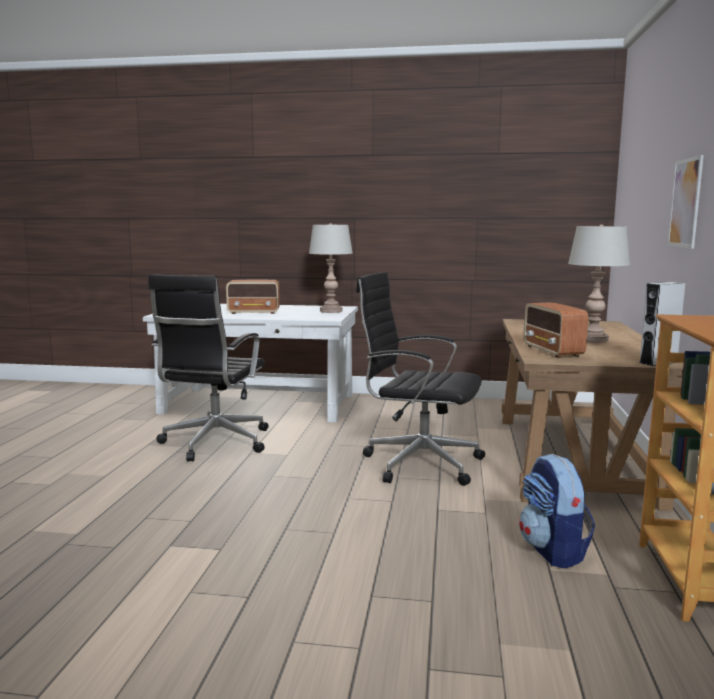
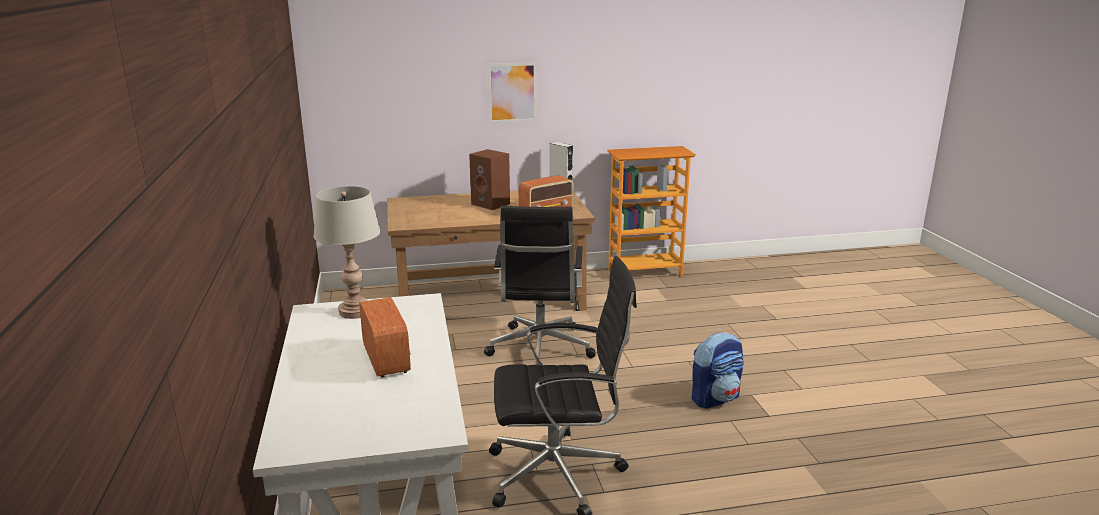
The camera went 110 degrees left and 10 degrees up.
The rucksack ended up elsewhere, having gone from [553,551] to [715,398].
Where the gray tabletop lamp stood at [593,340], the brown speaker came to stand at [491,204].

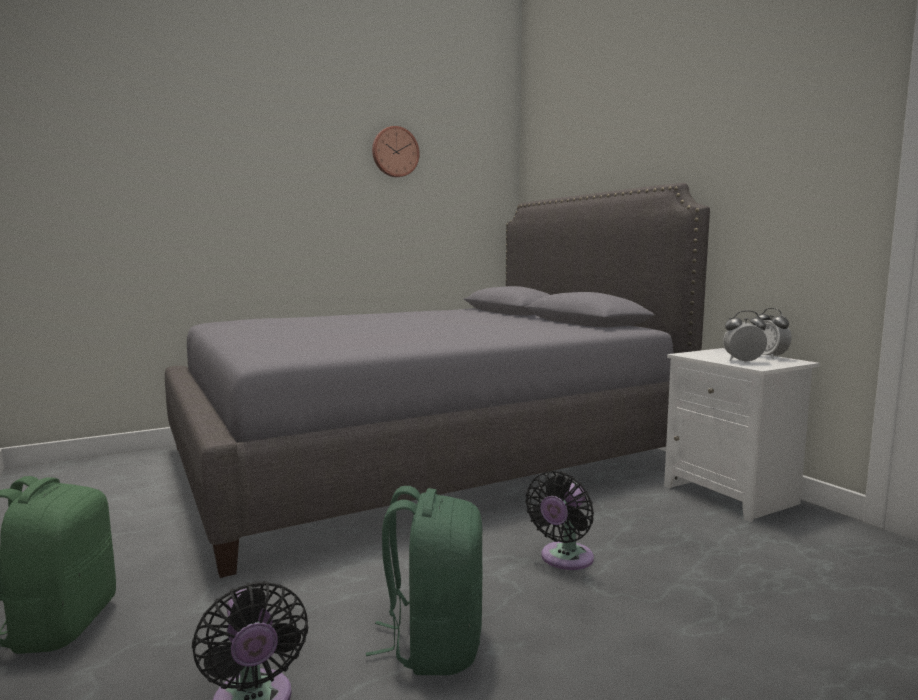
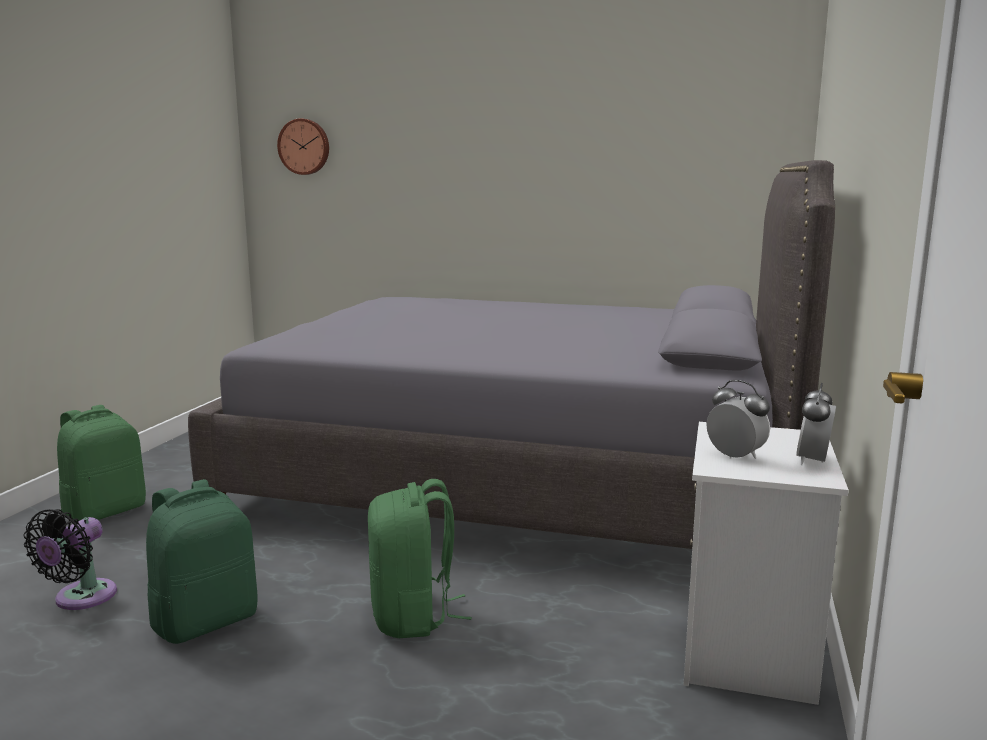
The camera went 45 degrees right and 5 degrees up.
The wall clock ended up elsewhere, having gone from [395,152] to [304,147].
Where the black fan stood at [564,559], the greenish rucksack came to stand at [413,616].

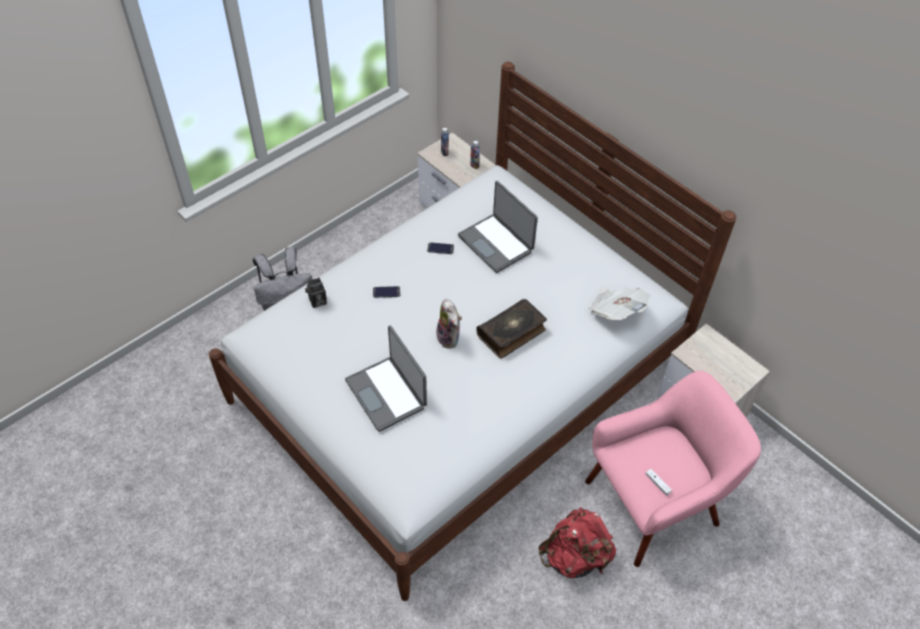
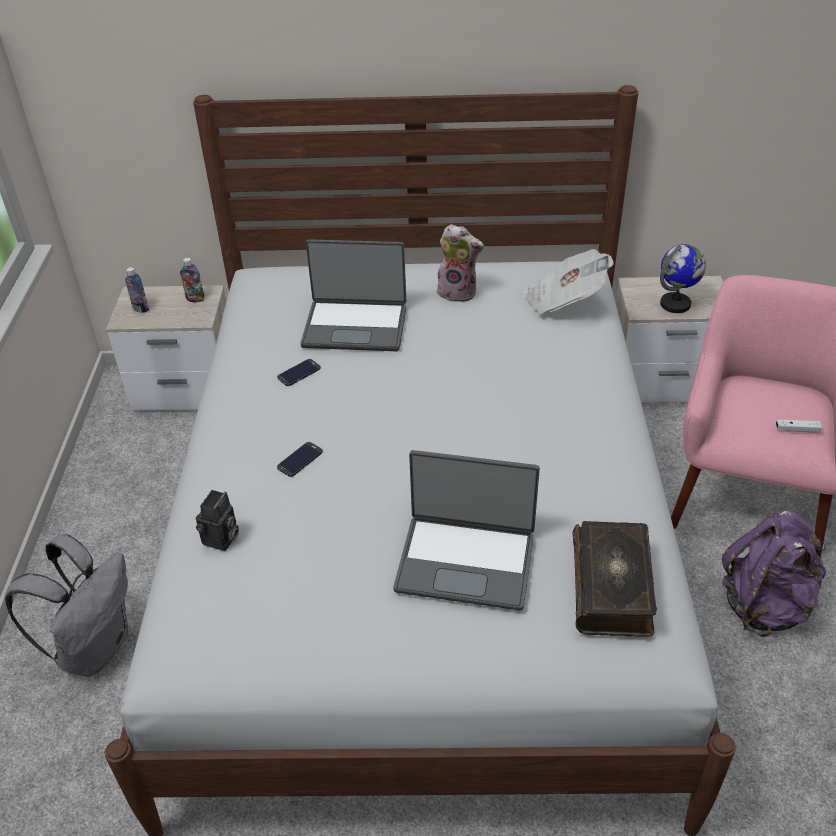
The camera went 45 degrees left and 10 degrees down.
The second view gained the world globe at [675,304].
The cuddly toy ended up elsewhere, having gone from [450,338] to [458,292].
The bound book ended up elsewhere, having gone from [512,333] to [612,588].
What was the reddish rucksack at [575,557] turned into the purple rucksack at [765,604].

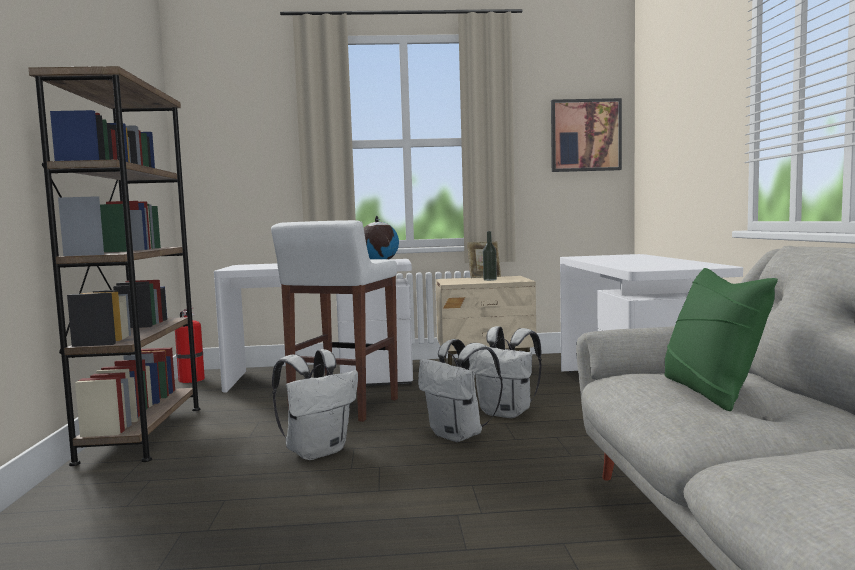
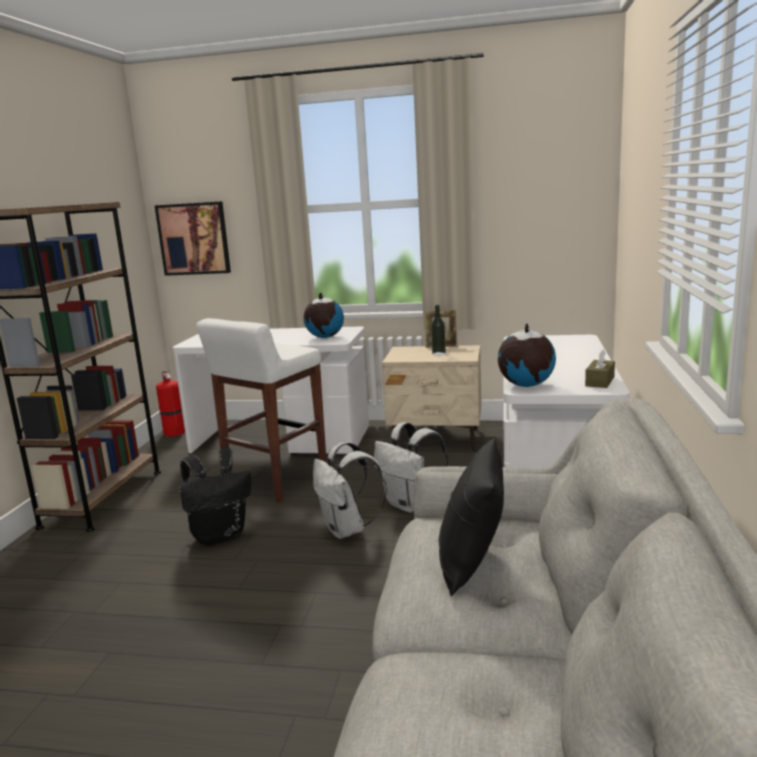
The camera went 15 degrees right and 10 degrees up.
The second view gained the world globe at [526,385].
The second view gained the brown tissue holder at [600,381].
The wall art ended up elsewhere, having gone from [585,135] to [194,238].
What was the whitish rucksack at [317,451] turned into the black rucksack at [220,535].
What was the greenish cushion at [711,391] turned into the black cushion at [472,562].

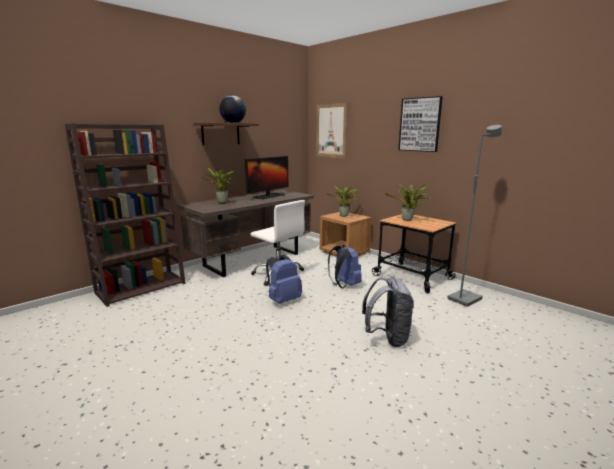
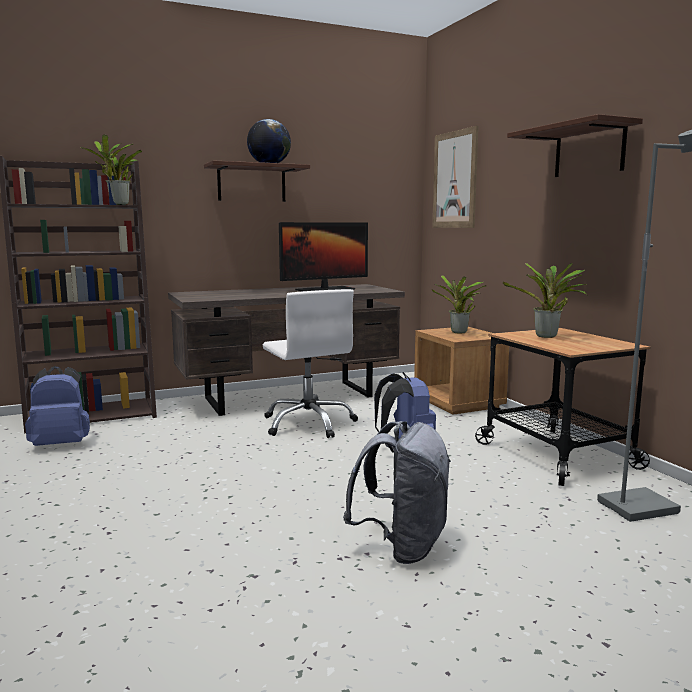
The camera went 20 degrees right and 5 degrees down.
The houseplant ended up elsewhere, having gone from [222,202] to [118,205].
The bluish rucksack ended up elsewhere, having gone from [283,300] to [61,444].
Where the wall art hung at [420,124], the wall shelf came to hang at [589,151].

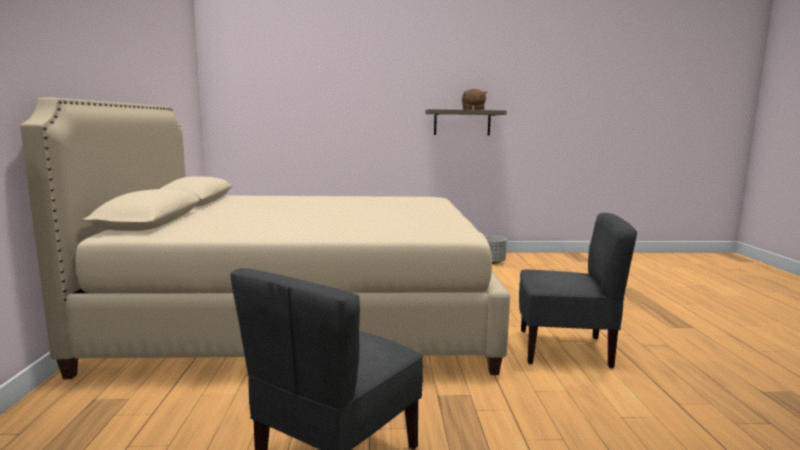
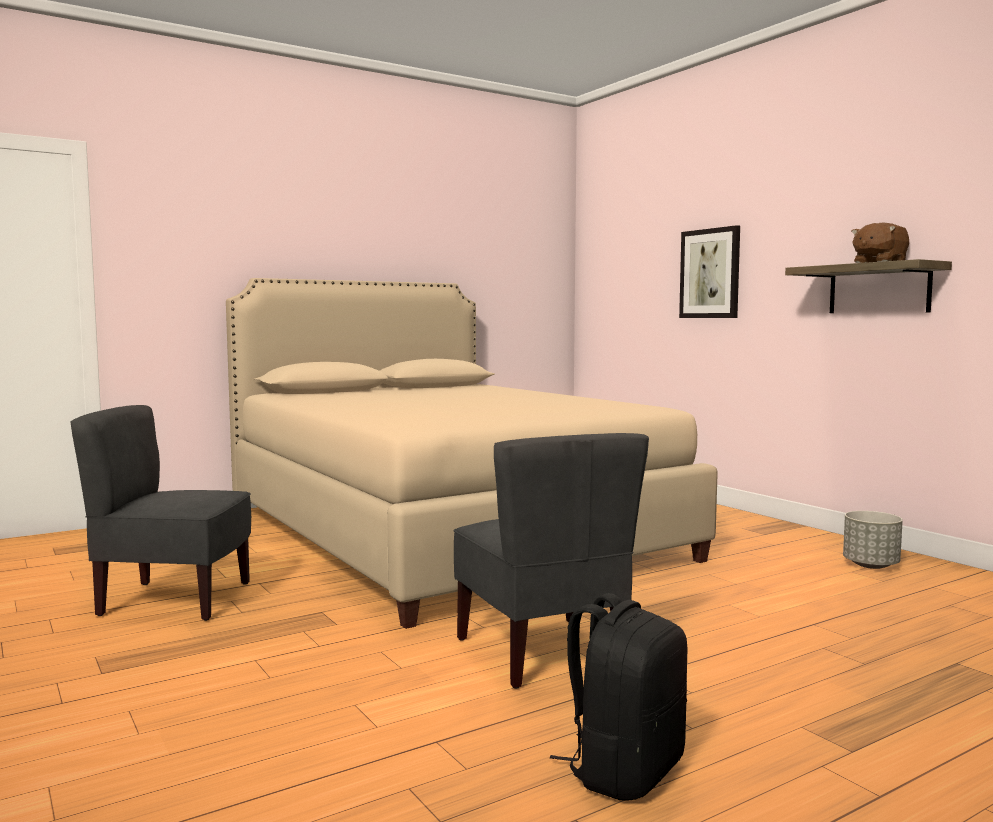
The camera went 60 degrees right and 5 degrees down.
The second view gained the black rucksack at [624,771].
The second view gained the wall art at [710,273].

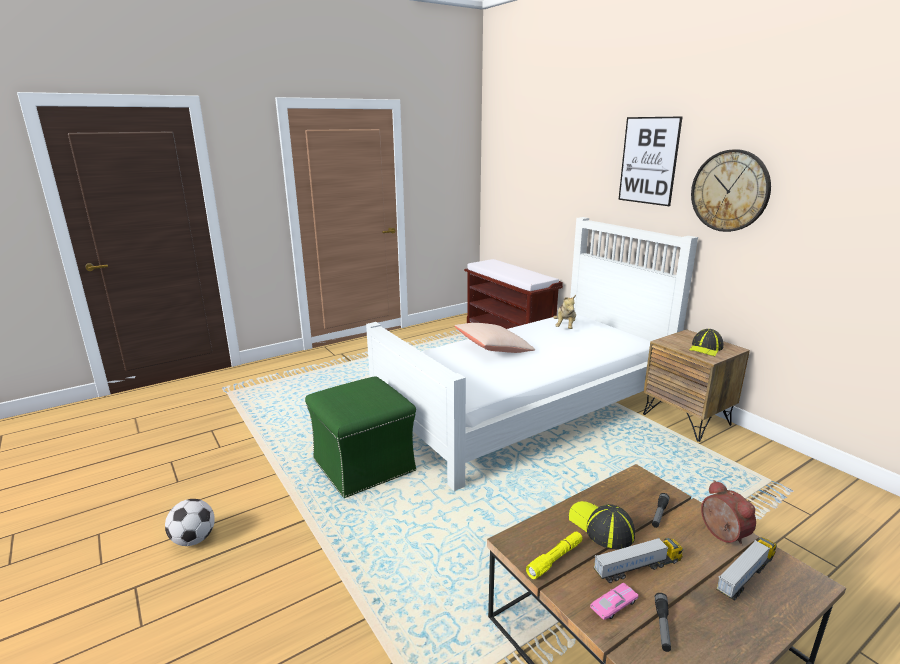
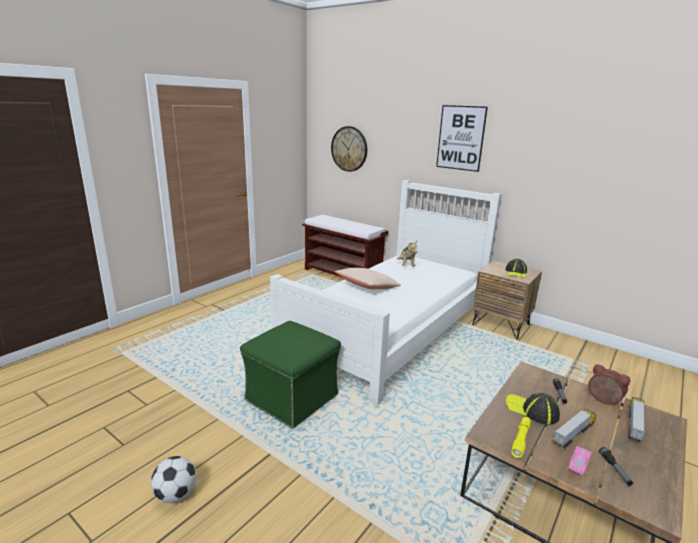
The camera went 20 degrees left and 0 degrees up.
The wall clock ended up elsewhere, having gone from [730,191] to [349,149].

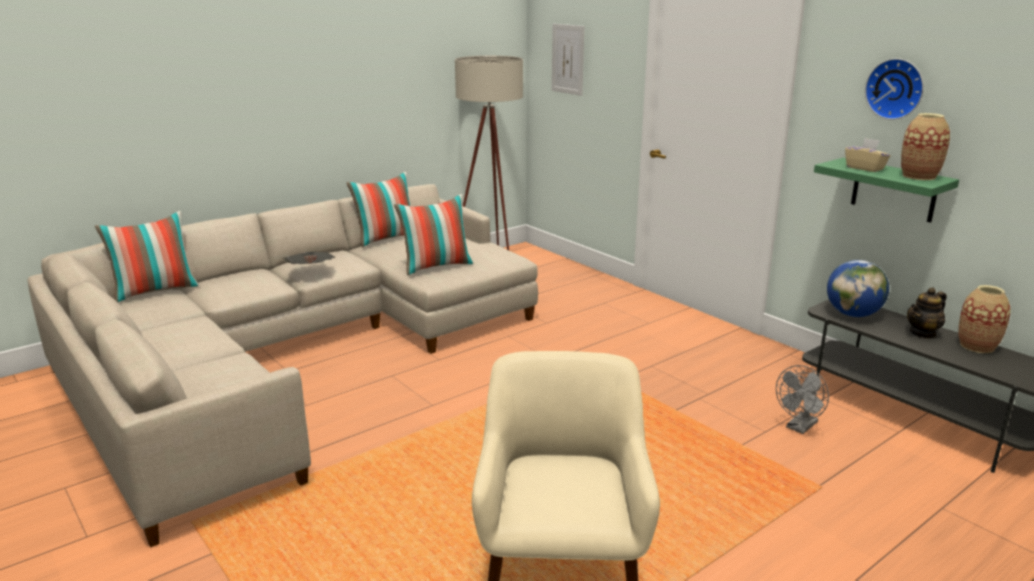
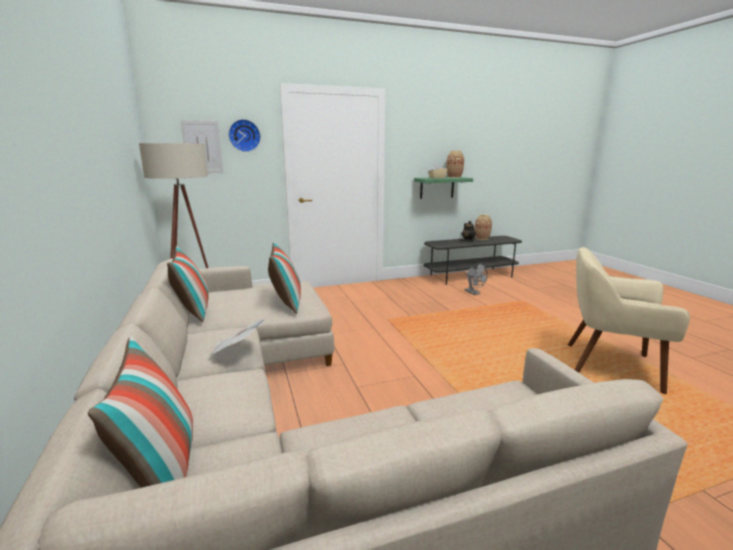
The camera went 70 degrees left and 5 degrees down.
The second view lost the world globe at [852,314].
The wall clock ended up elsewhere, having gone from [896,88] to [244,135].

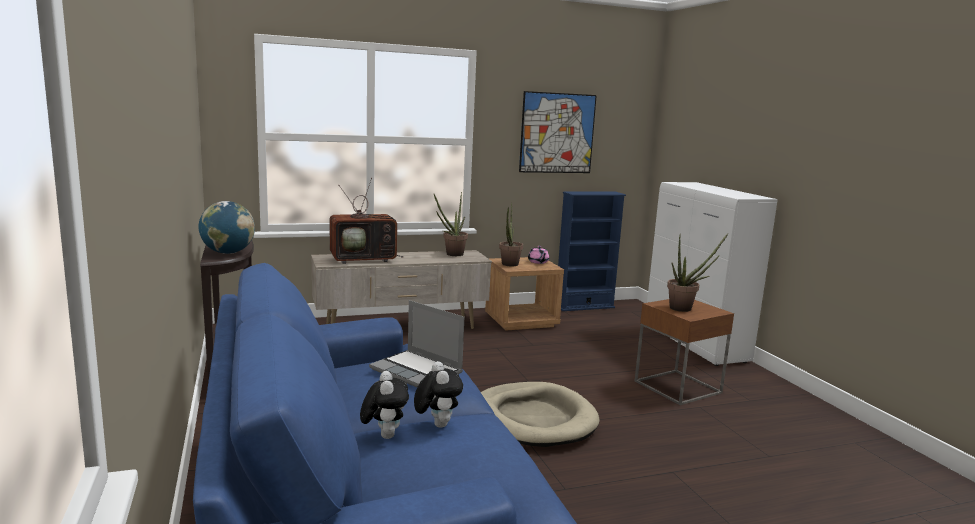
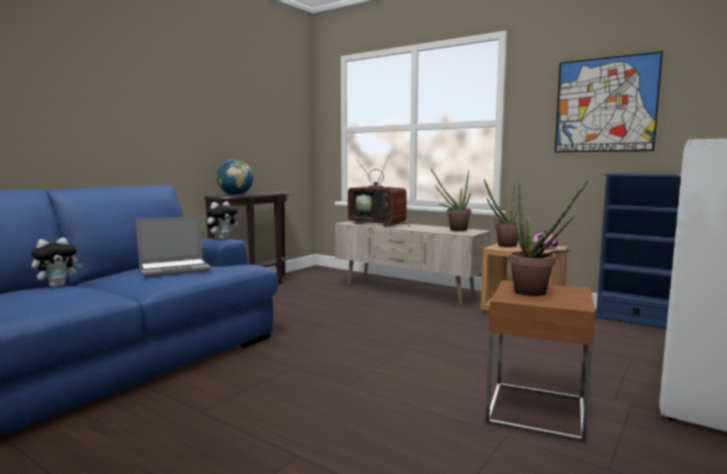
The camera went 55 degrees right and 5 degrees down.
The second view lost the sand-coloured dog bed at [534,419].
The cuddly toy ended up elsewhere, having gone from [436,424] to [222,239].
The notebook computer at [418,371] ended up facing another way, 120 degrees counterclockwise from before.

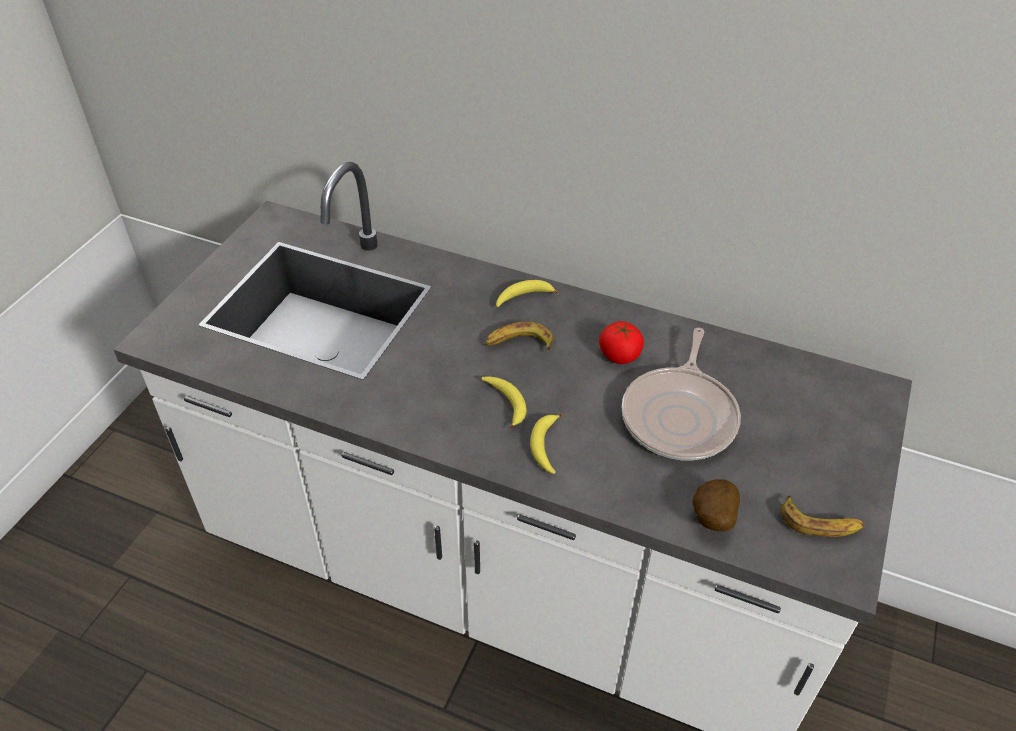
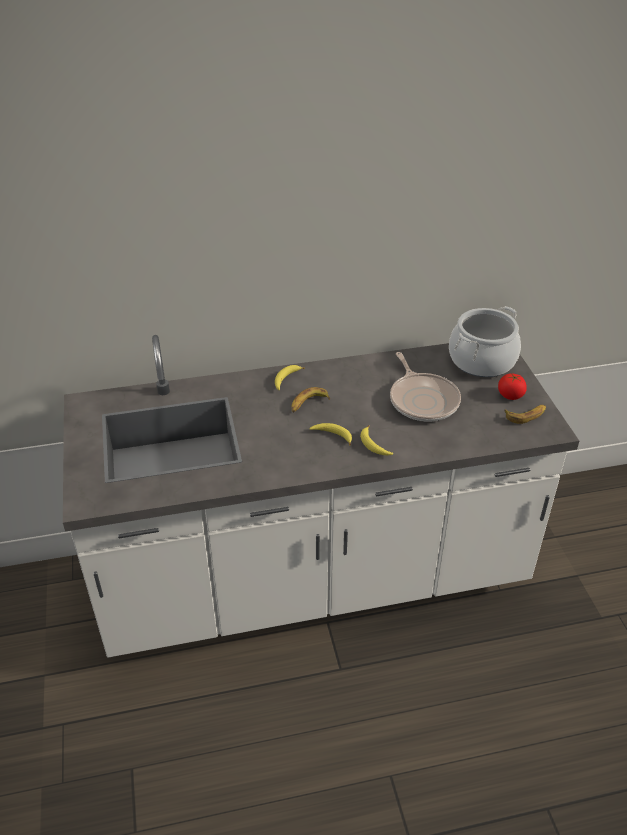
The camera went 35 degrees left and 5 degrees down.
The second view lost the spud at [711,519].
The second view gained the saucepot at [482,360].
The tomato ended up elsewhere, having gone from [619,355] to [510,395].

